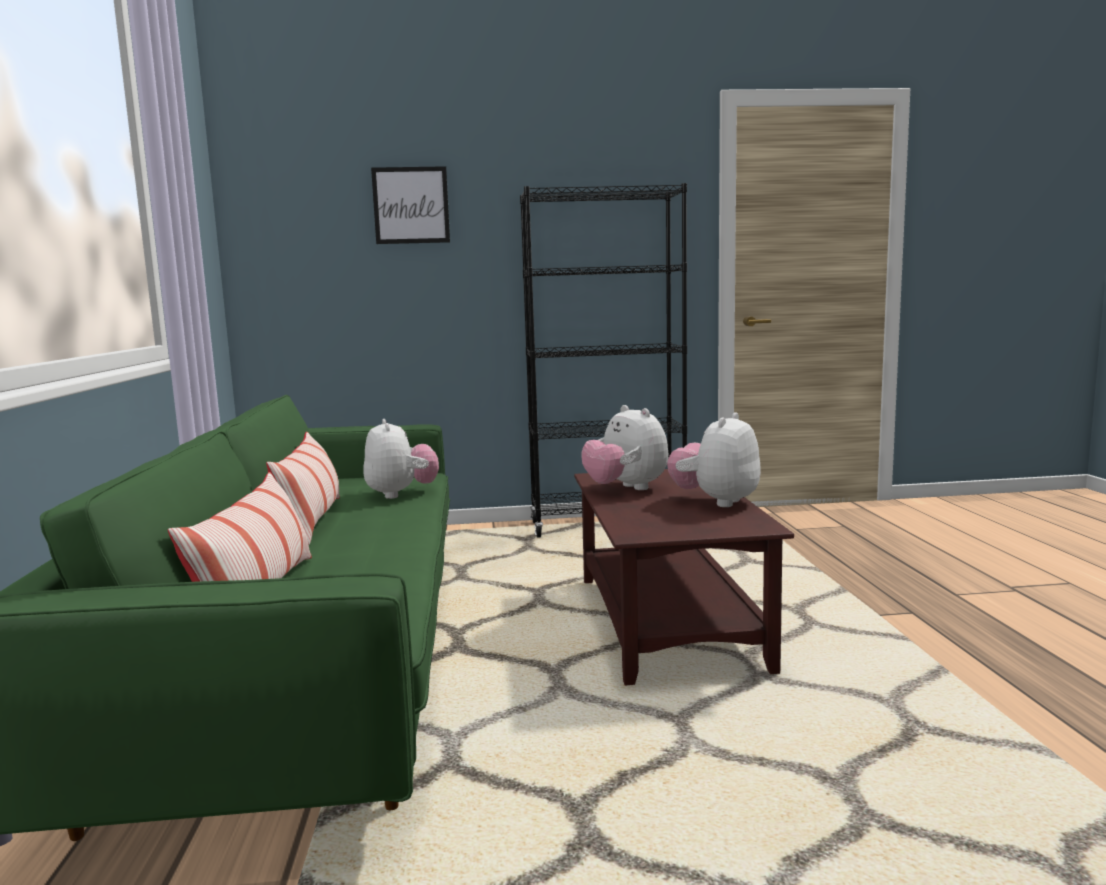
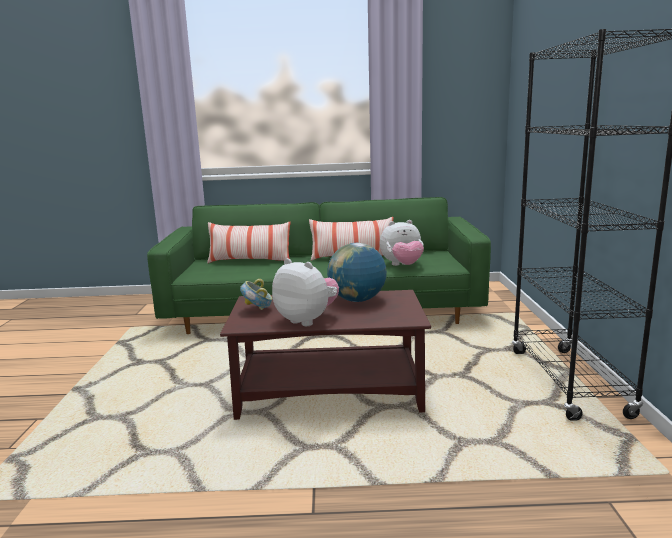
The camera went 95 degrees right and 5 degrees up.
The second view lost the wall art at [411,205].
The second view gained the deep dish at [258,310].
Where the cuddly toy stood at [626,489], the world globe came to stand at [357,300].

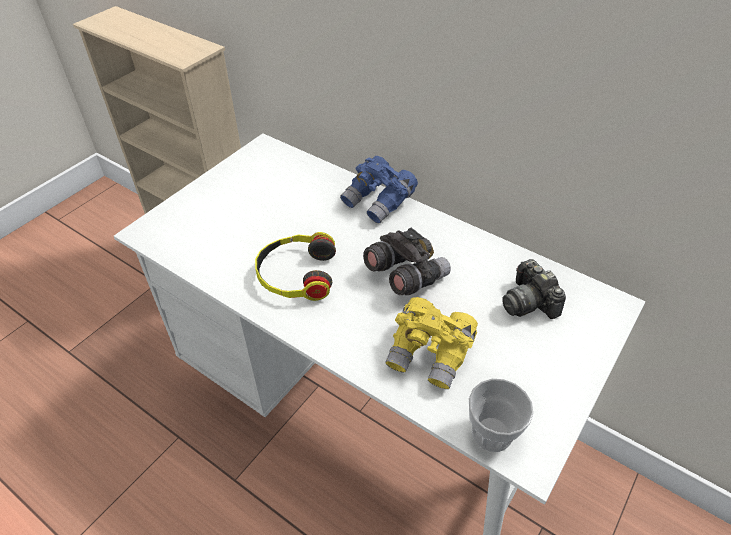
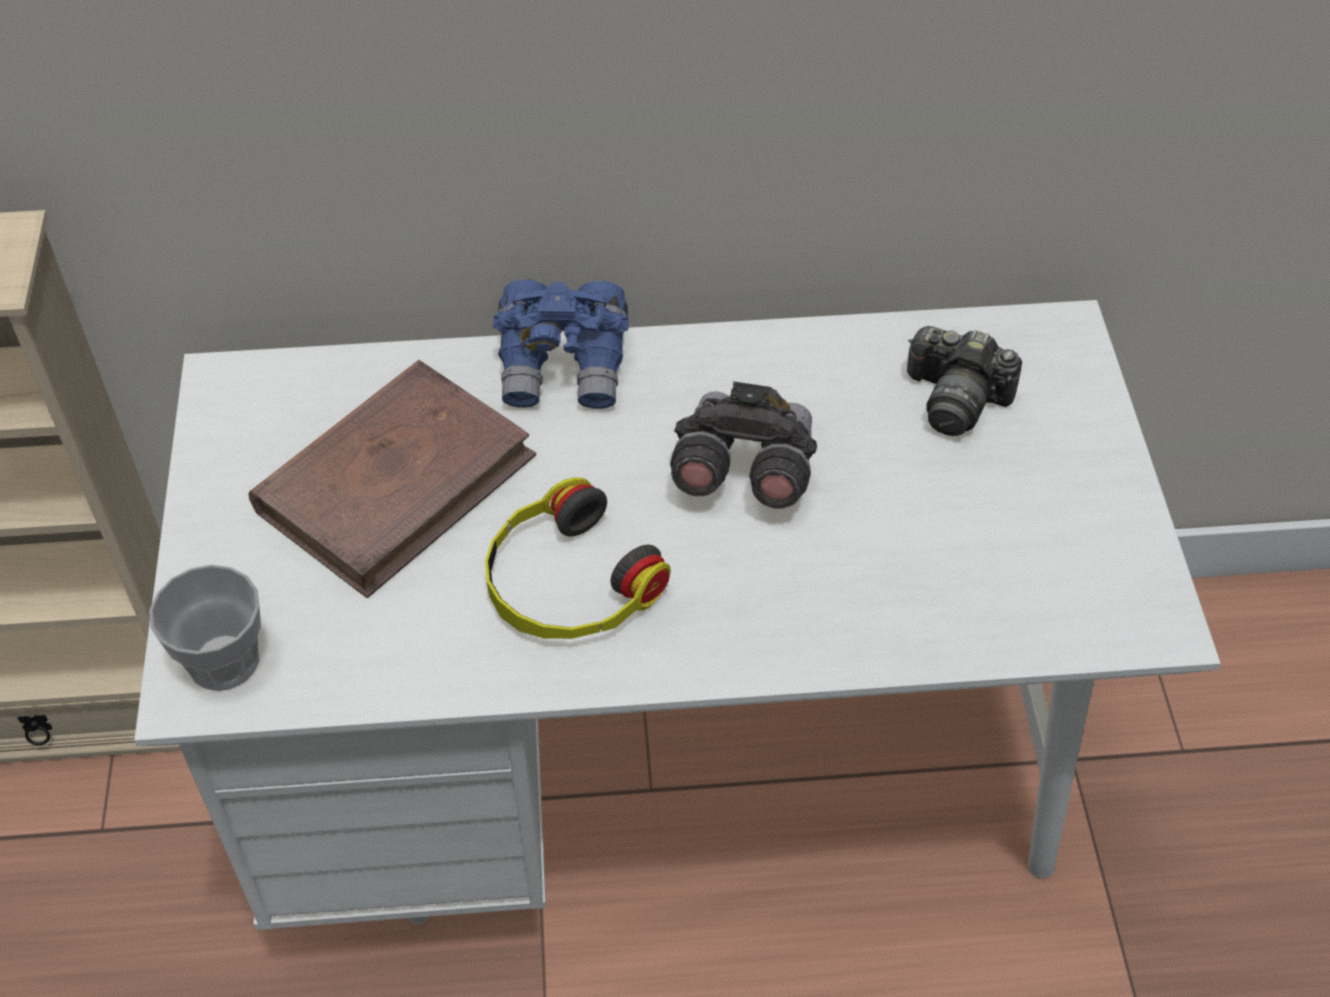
The camera went 40 degrees left and 5 degrees up.
The second view lost the yellow-coloured pair of binoculars at [430,354].
The second view gained the brown bound book at [396,483].
The cup ended up elsewhere, having gone from [492,433] to [223,661].

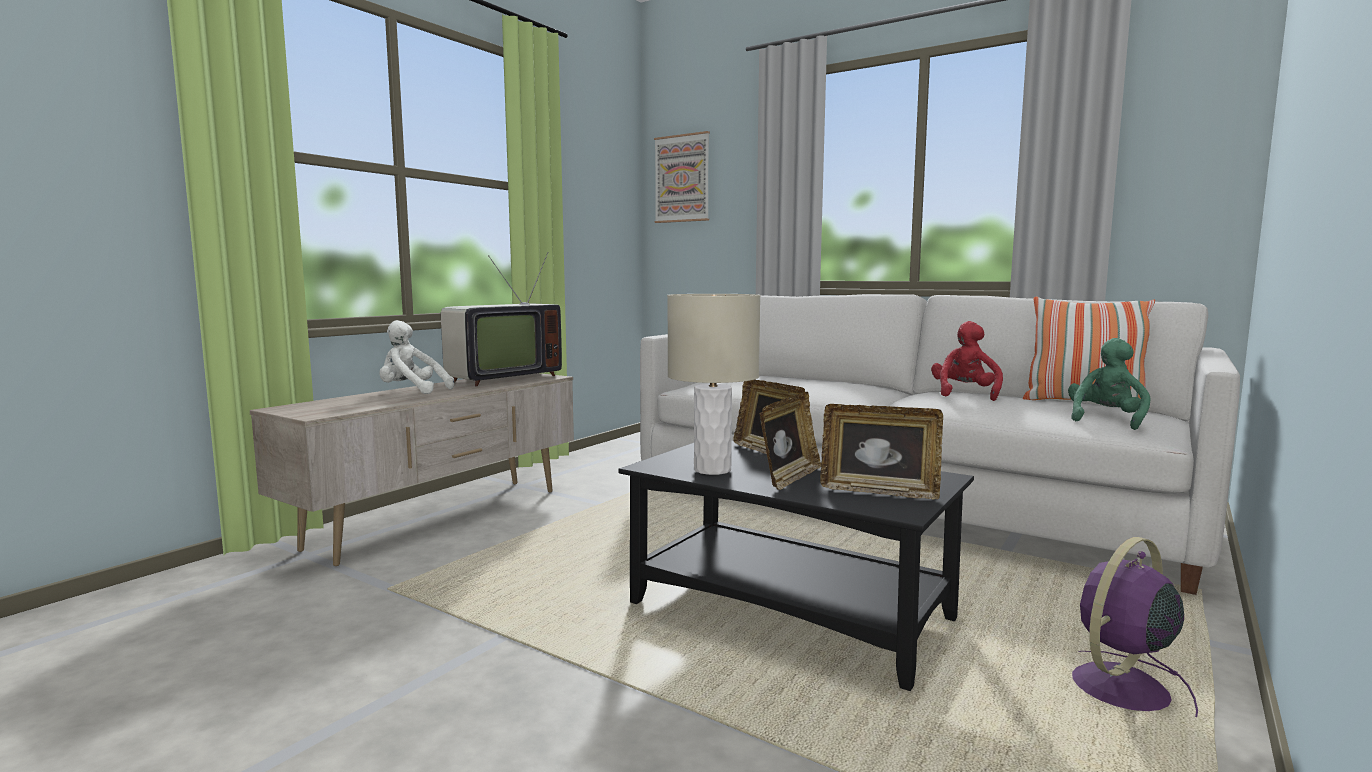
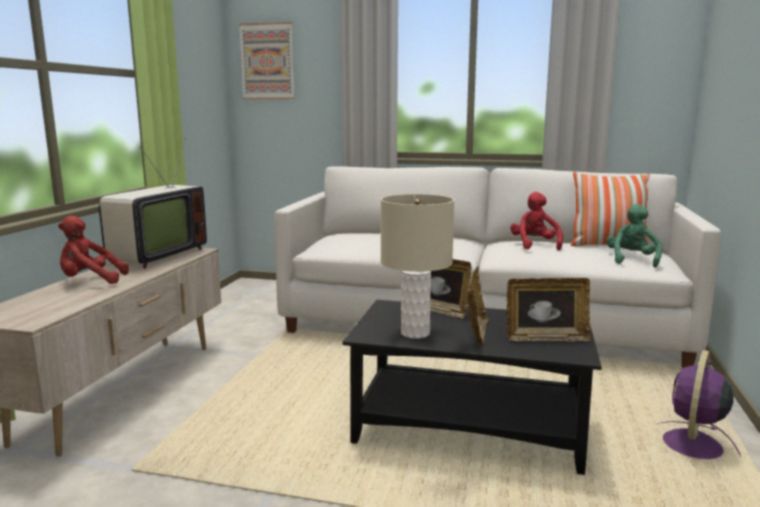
The camera went 20 degrees left and 5 degrees up.
What was the whitish cuddly toy at [411,392] turned into the reddish cuddly toy at [90,281].

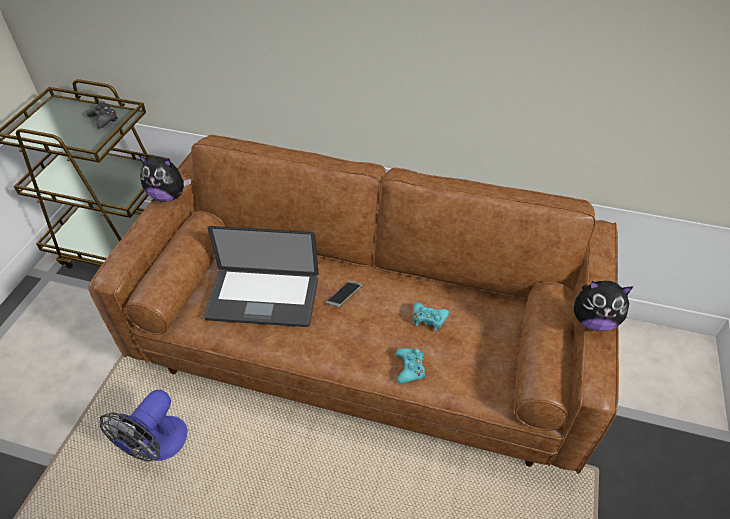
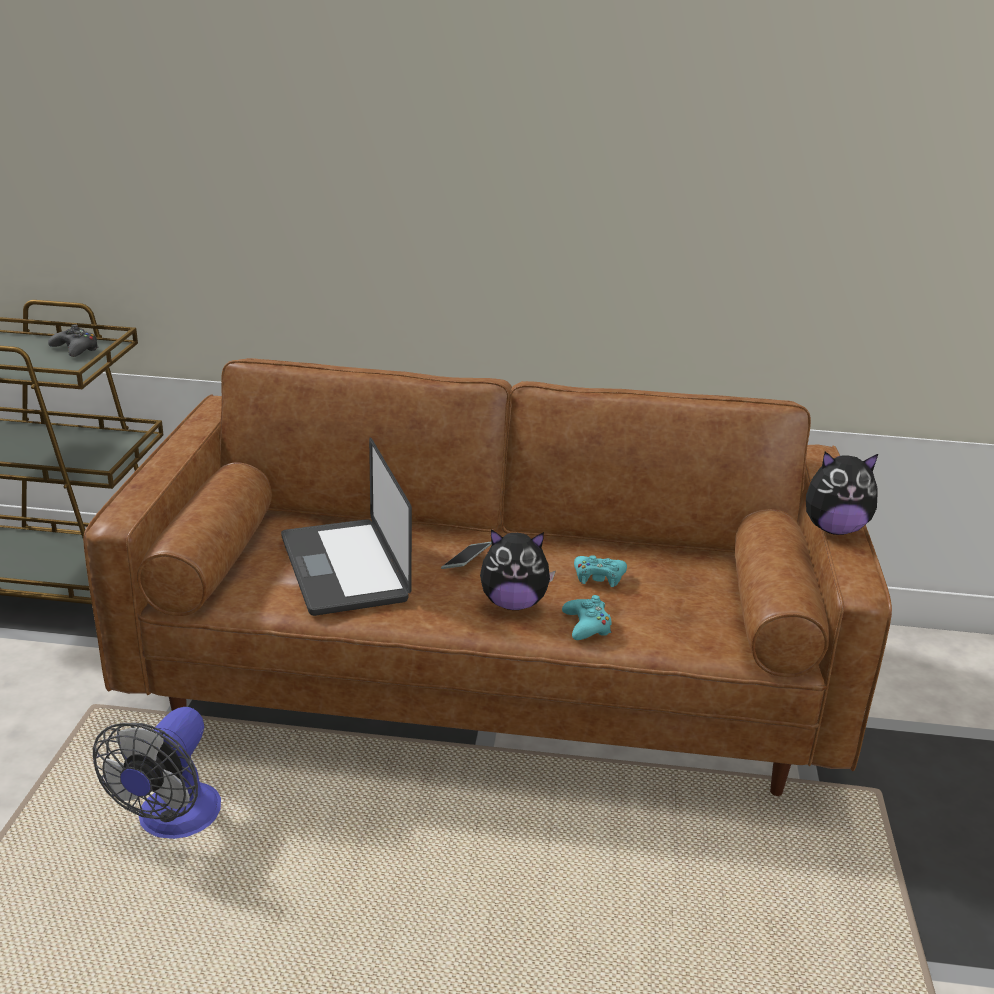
The camera went 10 degrees left and 20 degrees down.
The cuddly toy ended up elsewhere, having gone from [168,196] to [513,604].
The notebook computer at [263,299] ended up facing another way, 75 degrees clockwise from before.

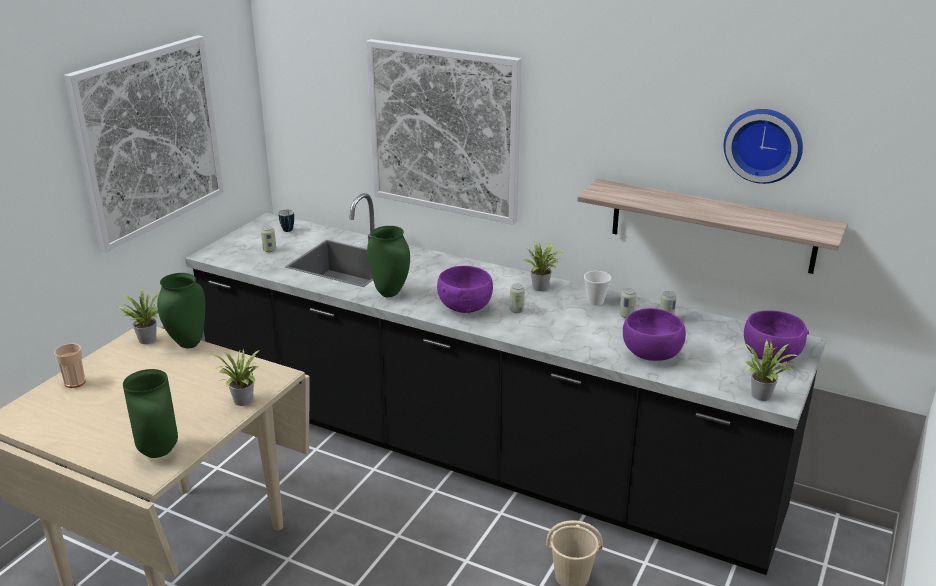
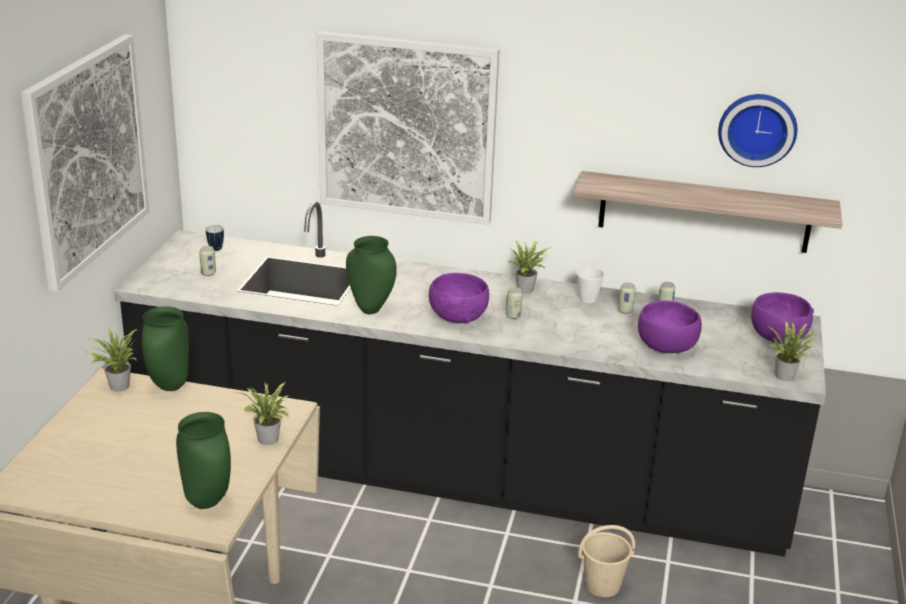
The camera went 15 degrees left and 0 degrees up.
The second view lost the cup at [75,382].

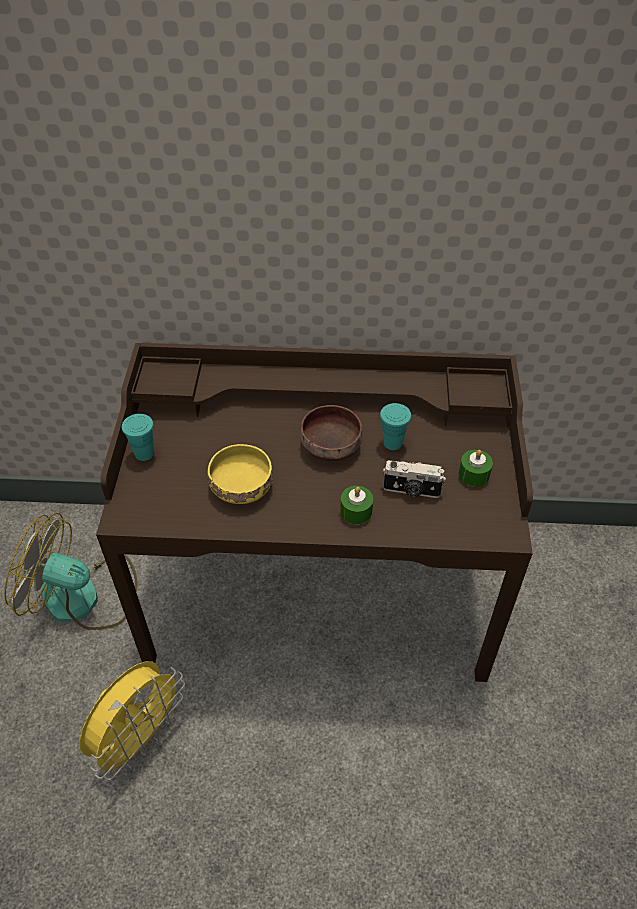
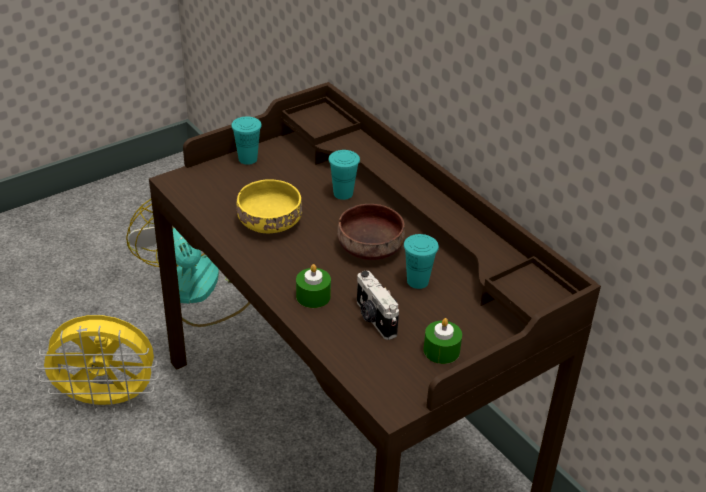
The camera went 50 degrees right and 10 degrees down.
The second view gained the turquoise-coloured cup at [343,193].

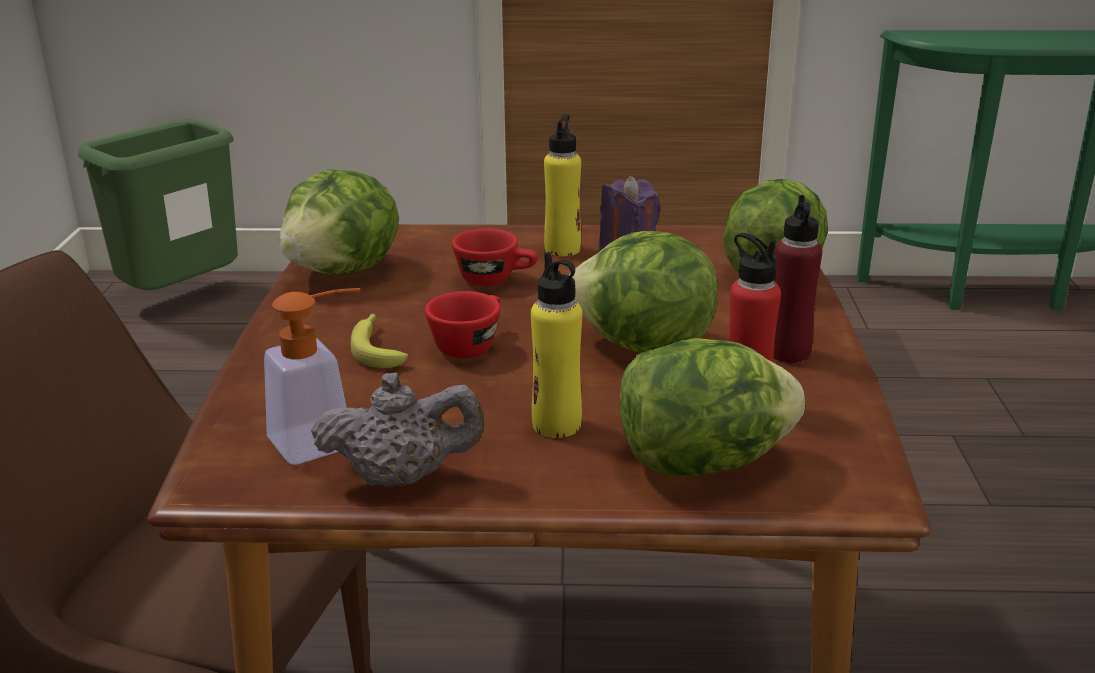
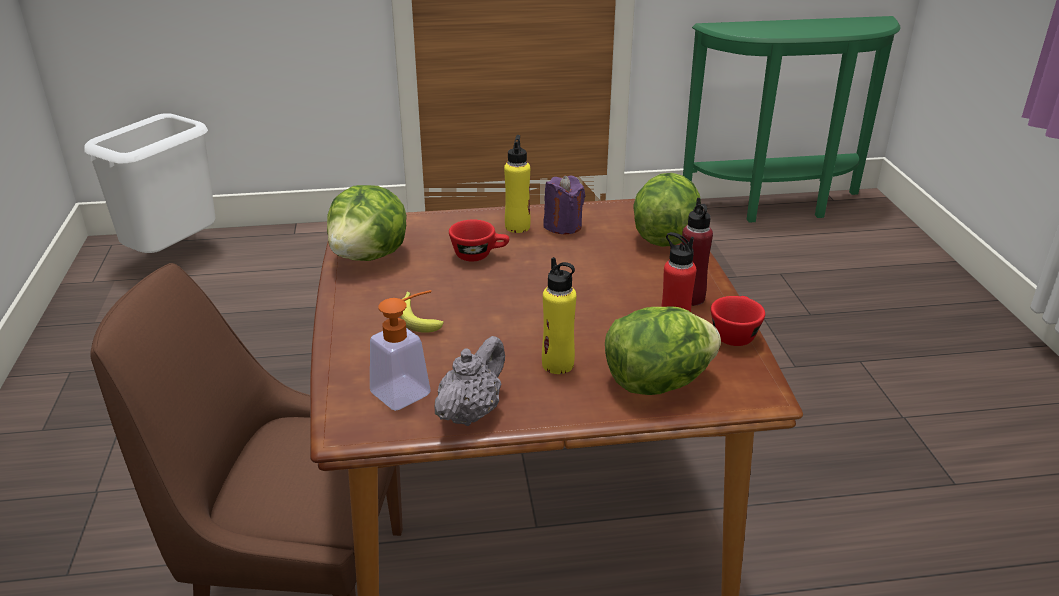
The camera went 10 degrees left and 5 degrees up.
The second view lost the head of lettuce at [643,347].
The reddish cup ended up elsewhere, having gone from [469,344] to [734,333].
What was the greenish trash can at [183,299] turned into the whitish trash can at [174,255].
The gray pot for tea at [402,478] ended up facing another way, 45 degrees counterclockwise from before.

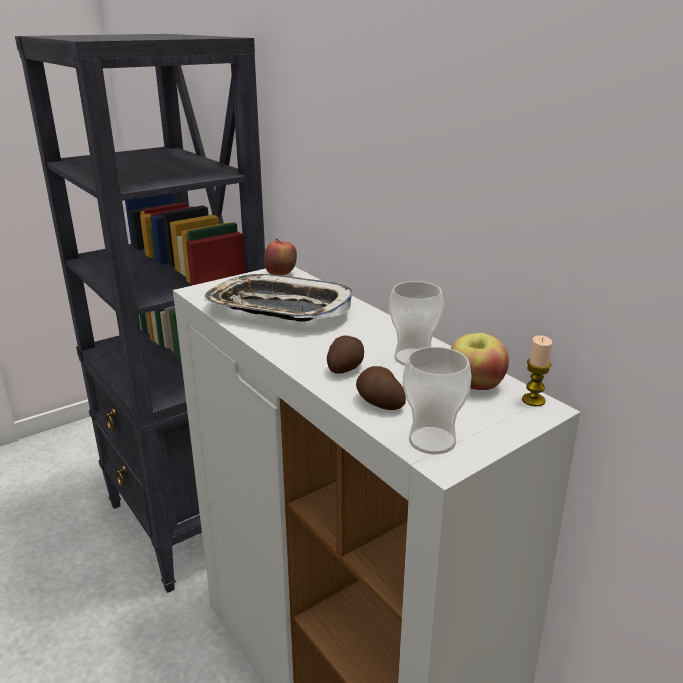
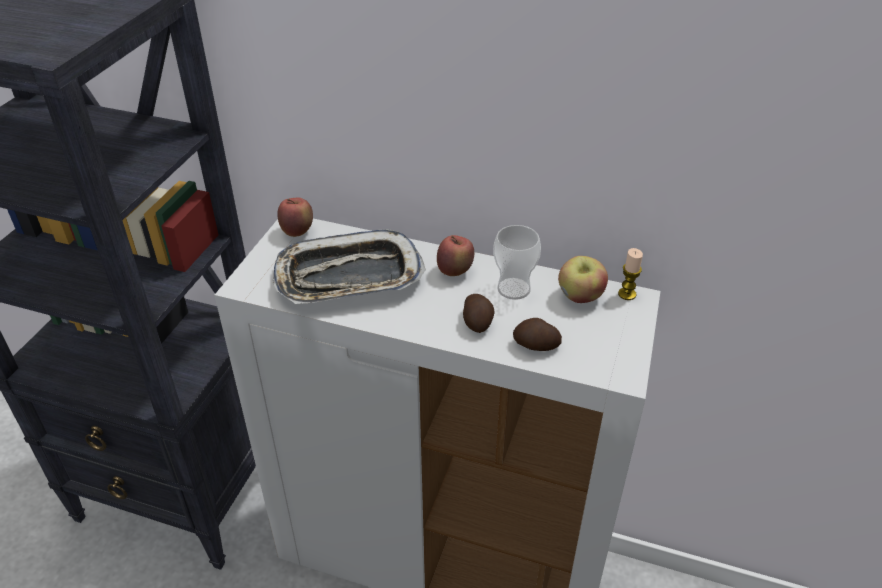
The camera went 35 degrees left and 15 degrees up.
The second view lost the cup at [432,441].
The second view gained the whole apple at [455,271].

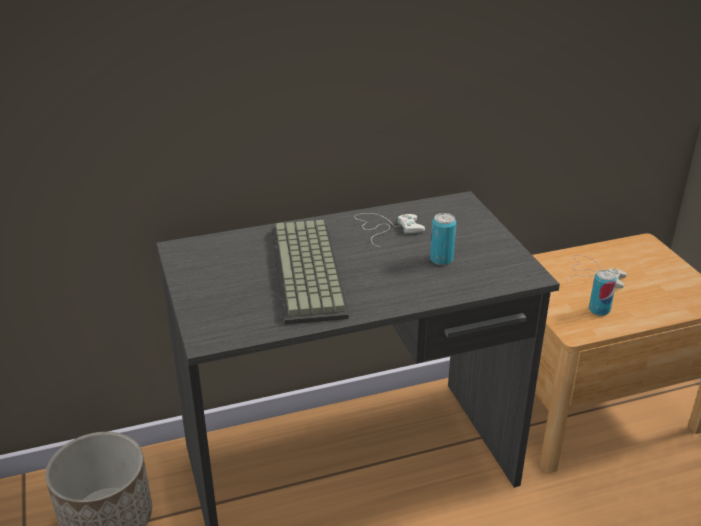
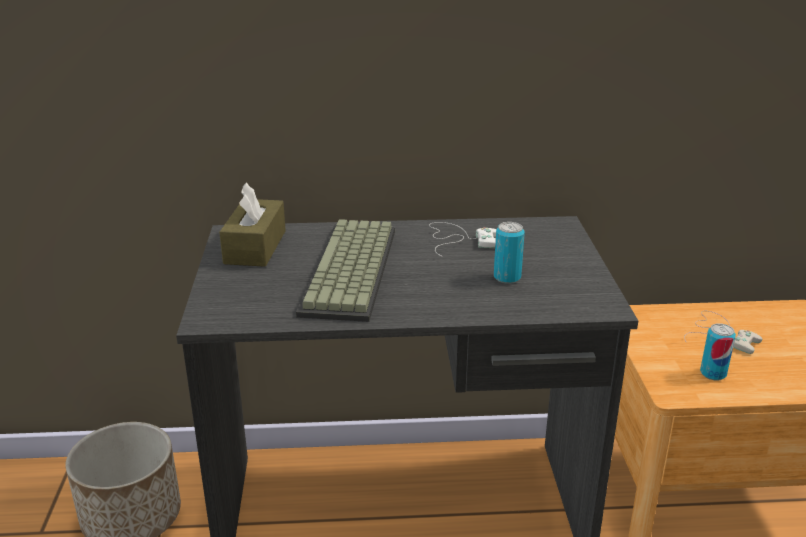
The camera went 15 degrees right and 5 degrees down.
The second view gained the brown tissue holder at [255,247].

